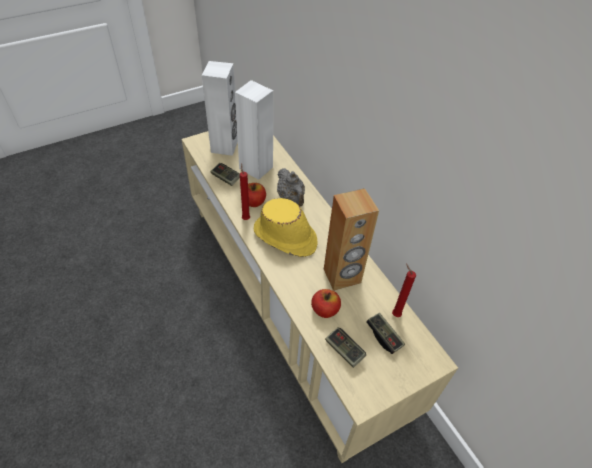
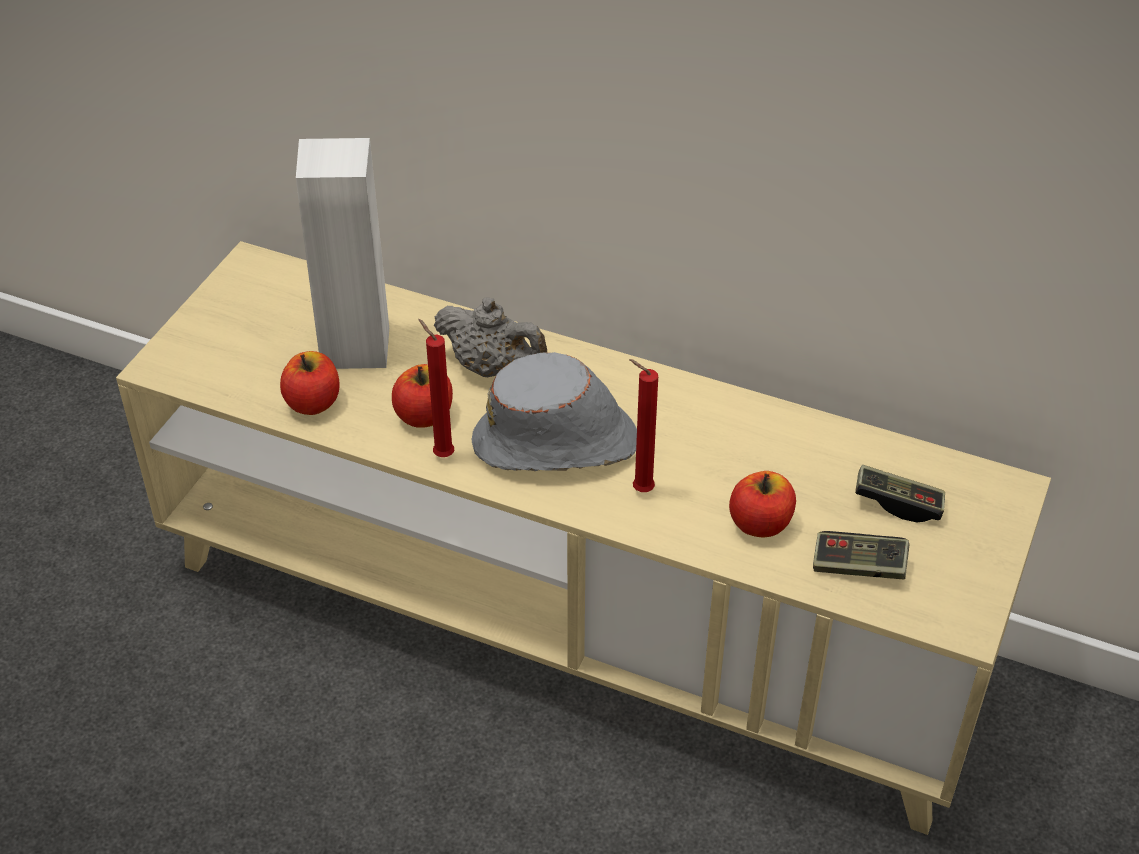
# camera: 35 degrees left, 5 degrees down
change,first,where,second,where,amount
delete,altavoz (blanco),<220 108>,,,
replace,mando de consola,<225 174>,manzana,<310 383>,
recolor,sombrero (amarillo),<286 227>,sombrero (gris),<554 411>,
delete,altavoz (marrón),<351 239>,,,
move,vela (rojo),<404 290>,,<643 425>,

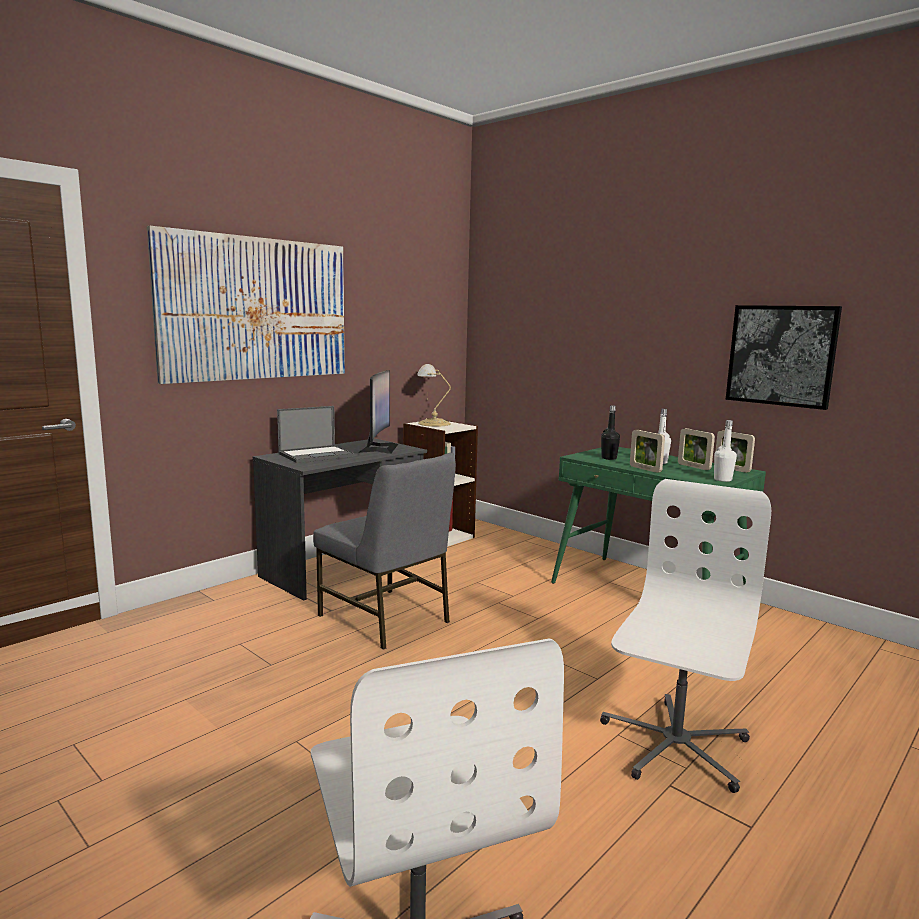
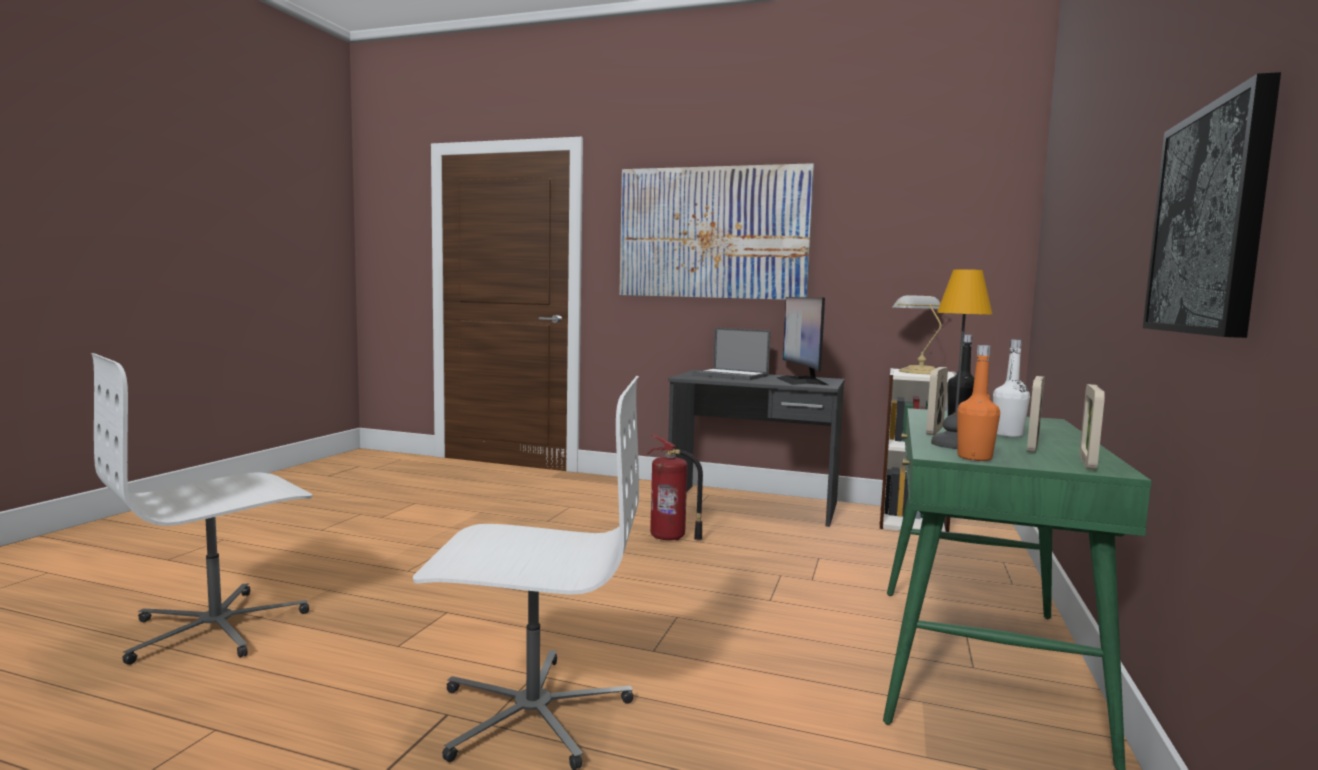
# camera: 65 degrees right, 5 degrees down
change,first,where,second,where,amount
replace,silla (gris),<384 551>,extintor,<675 487>,
rotate,monitor,<378 412>,,<802 341>,105 degrees clockwise
recolor,botella (blanco),<725 451>,botella (naranja),<978 403>,
insert,,,lámpara de mesa,<962 359>,

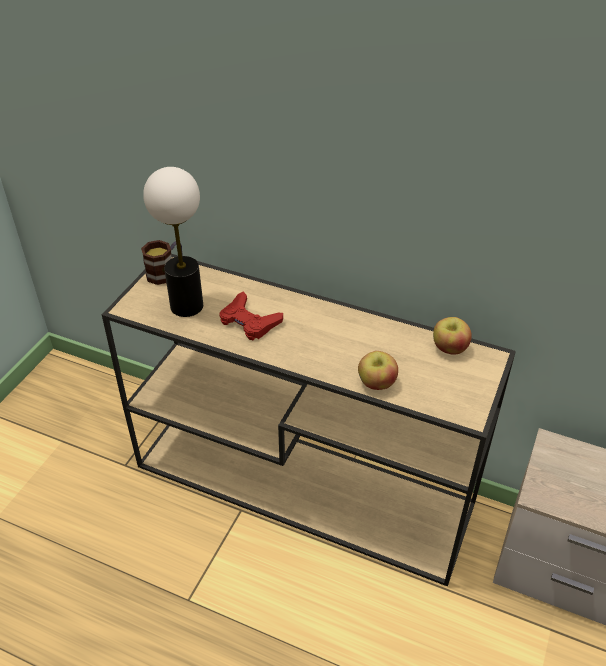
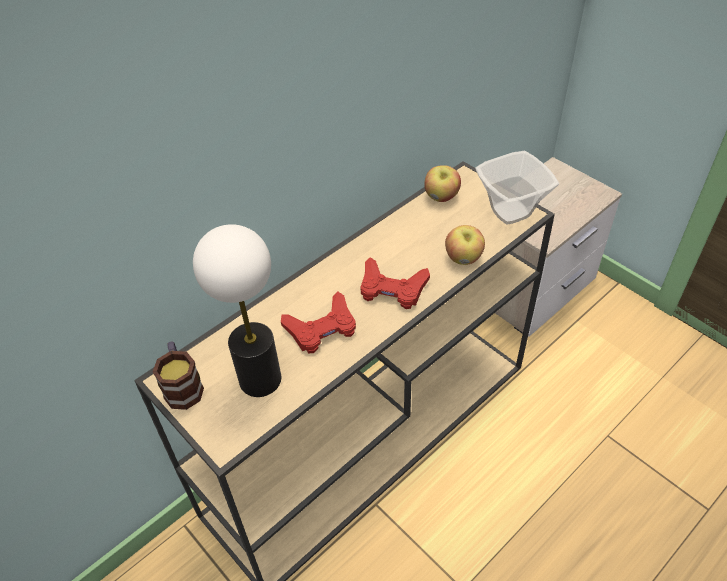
# camera: 65 degrees left, 5 degrees up
change,first,where,second,where,amount
insert,,,mando de consola (rojo),<395 283>,
insert,,,cuenco,<517 187>,

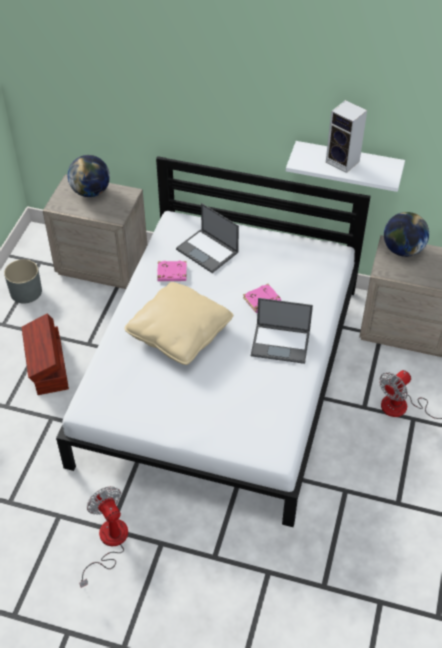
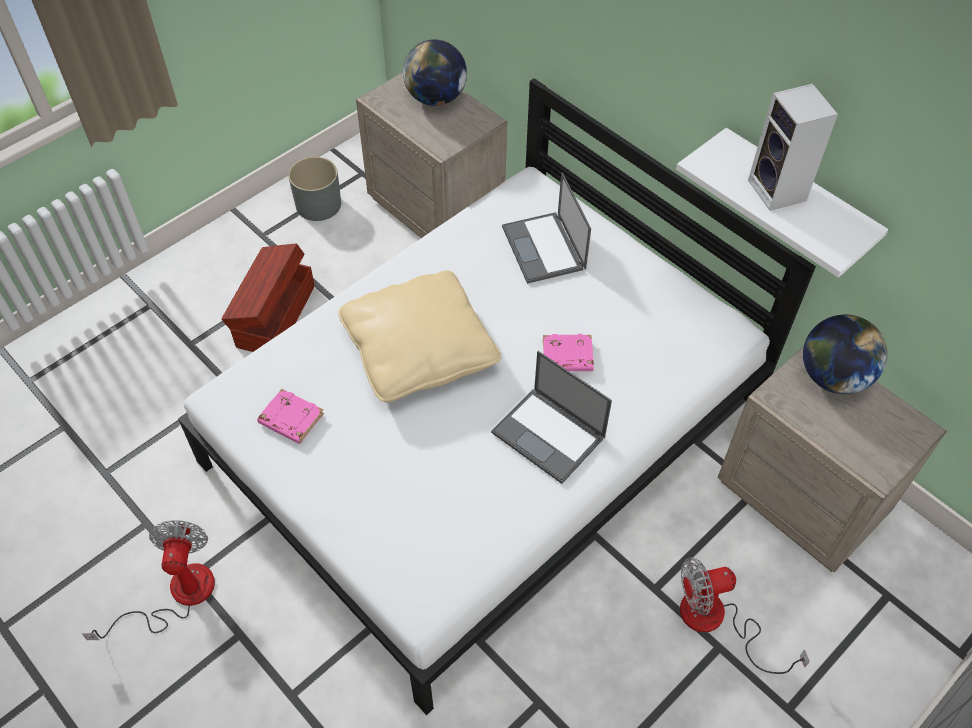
# camera: 30 degrees right, 5 degrees up
change,first,where,second,where,amount
move,libro (rosa),<172 271>,,<290 416>,

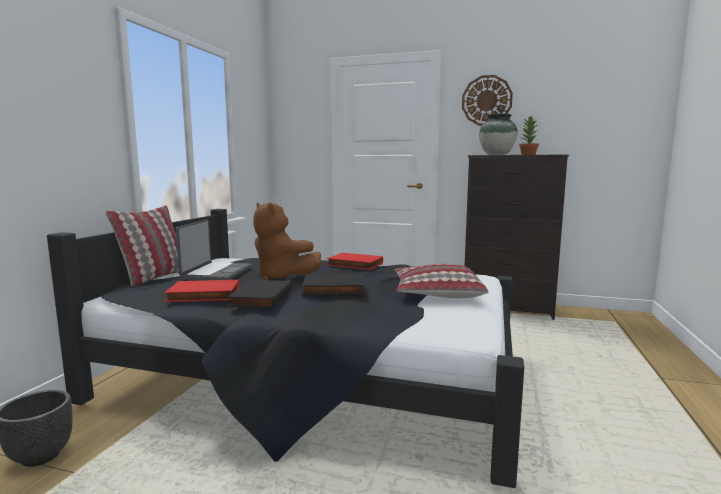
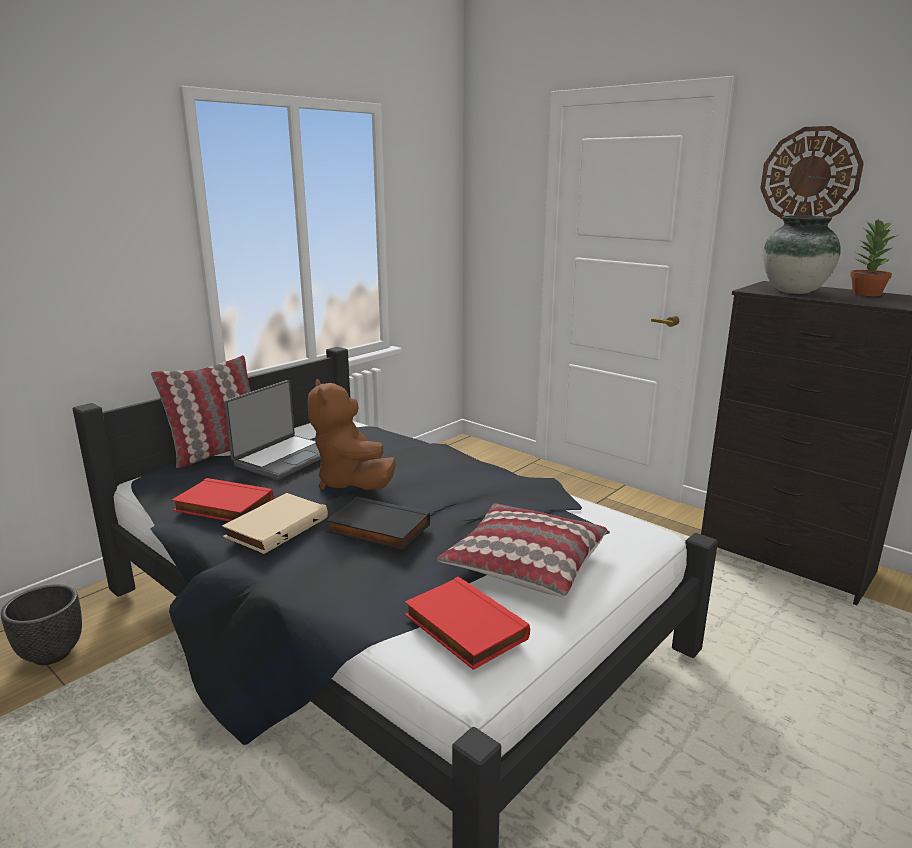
# camera: 25 degrees right, 10 degrees up
change,first,where,second,where,amount
recolor,libro (negro),<260 294>,libro (beis),<275 523>,
move,libro (rojo),<355 261>,,<467 623>,

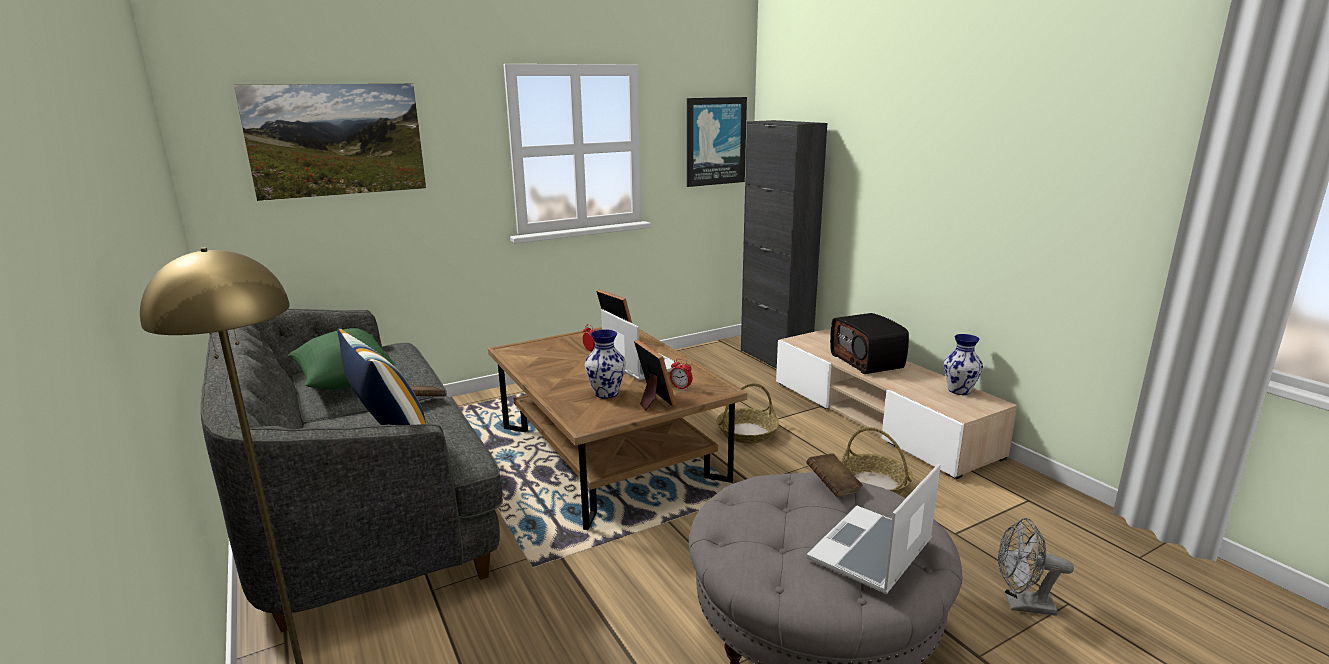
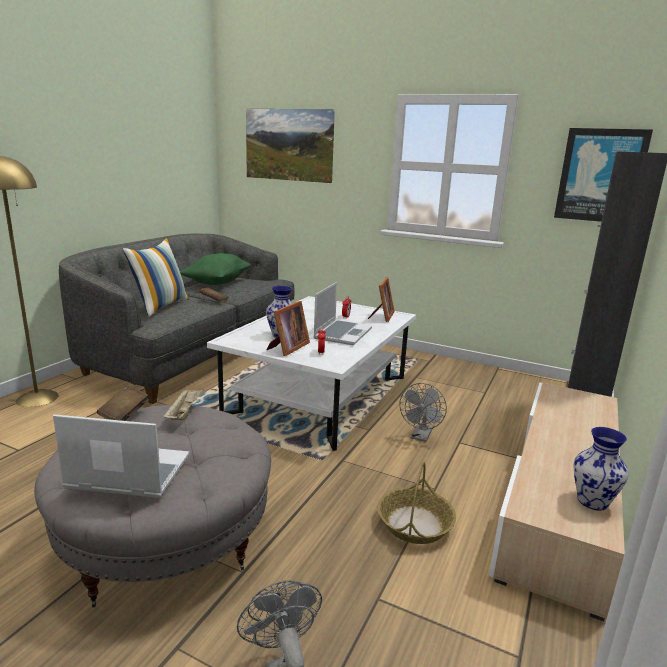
# camera: 55 degrees right, 0 degrees up
change,first,where,second,where,amount
recolor,mesa de centro (marrón),<617 428>,mesa de centro (blanco),<311 373>,
replace,cesta,<748 413>,ventilador (gris),<423 412>,
move,libro (marrón),<834 475>,,<123 403>,
delete,radio,<869 343>,,,
insert,,,bandeja (beis),<183 404>,

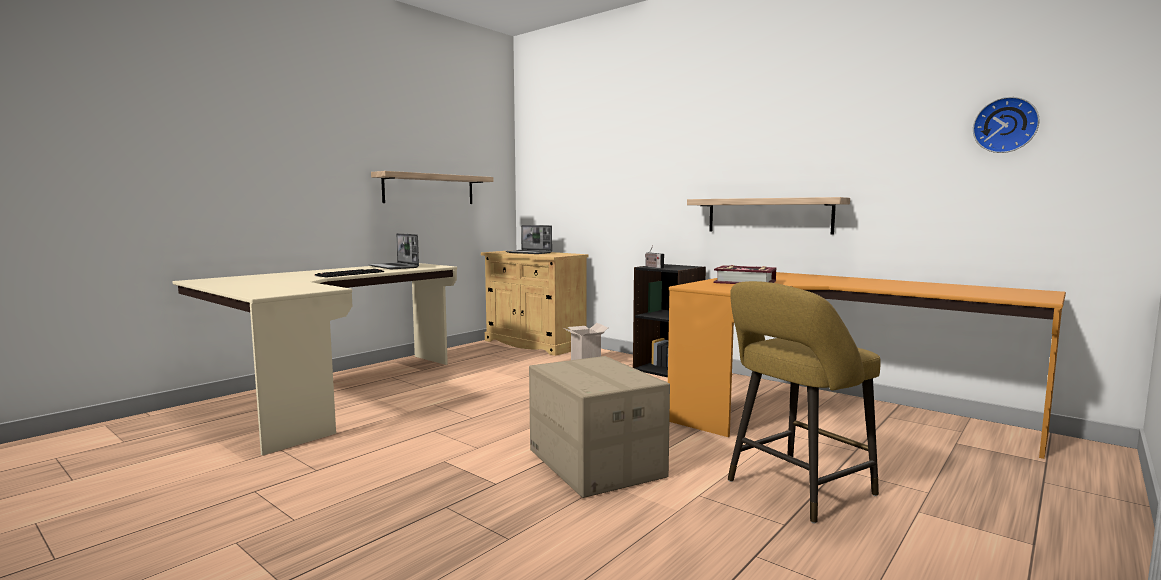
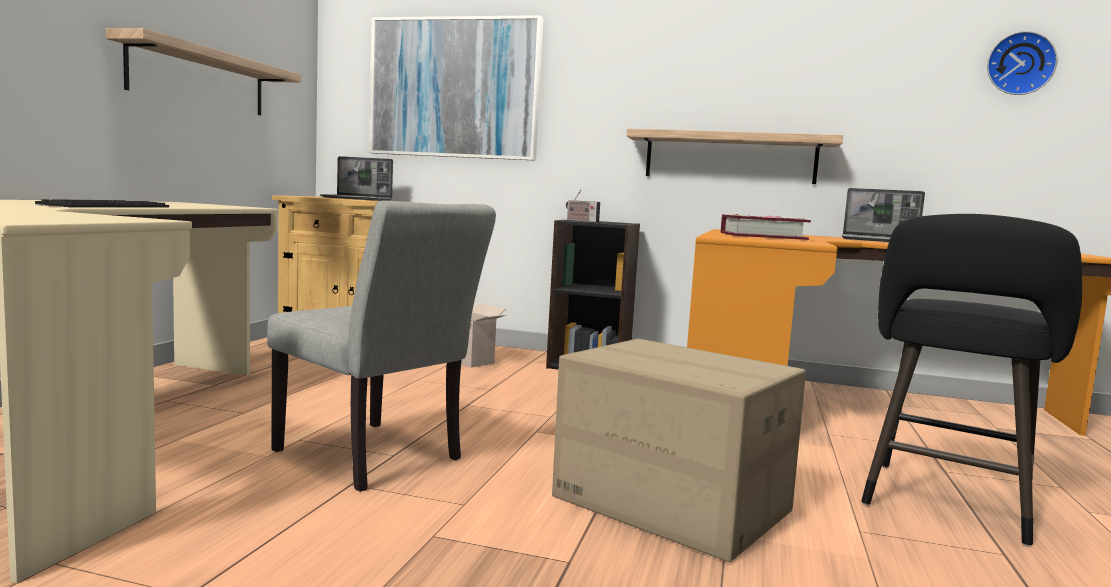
# camera: 25 degrees left, 0 degrees up
change,first,where,second,where,amount
move,portátil,<394 251>,,<883 215>,
recolor,taburete (amarillo),<804 402>,taburete (negro),<971 380>,
insert,,,silla (gris),<381 346>,
insert,,,cuadro,<456 88>,

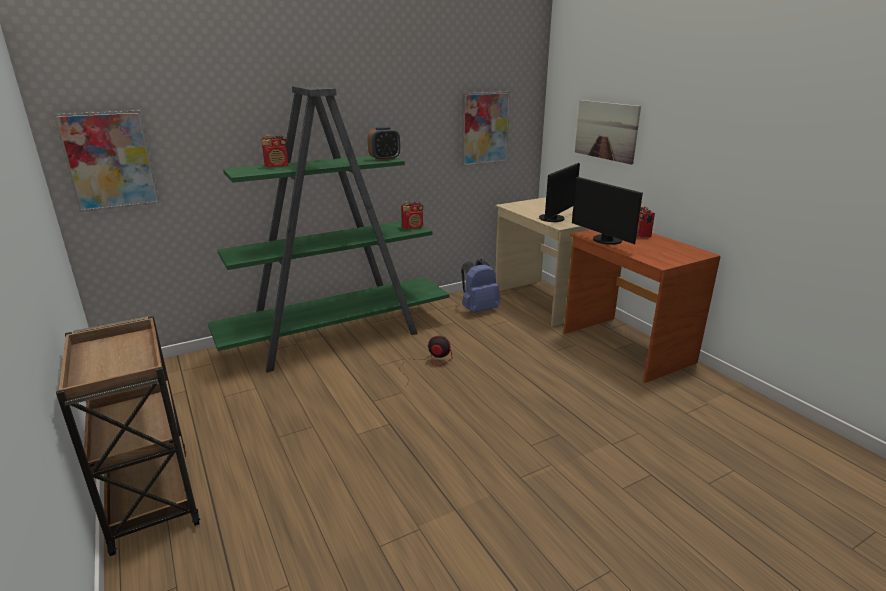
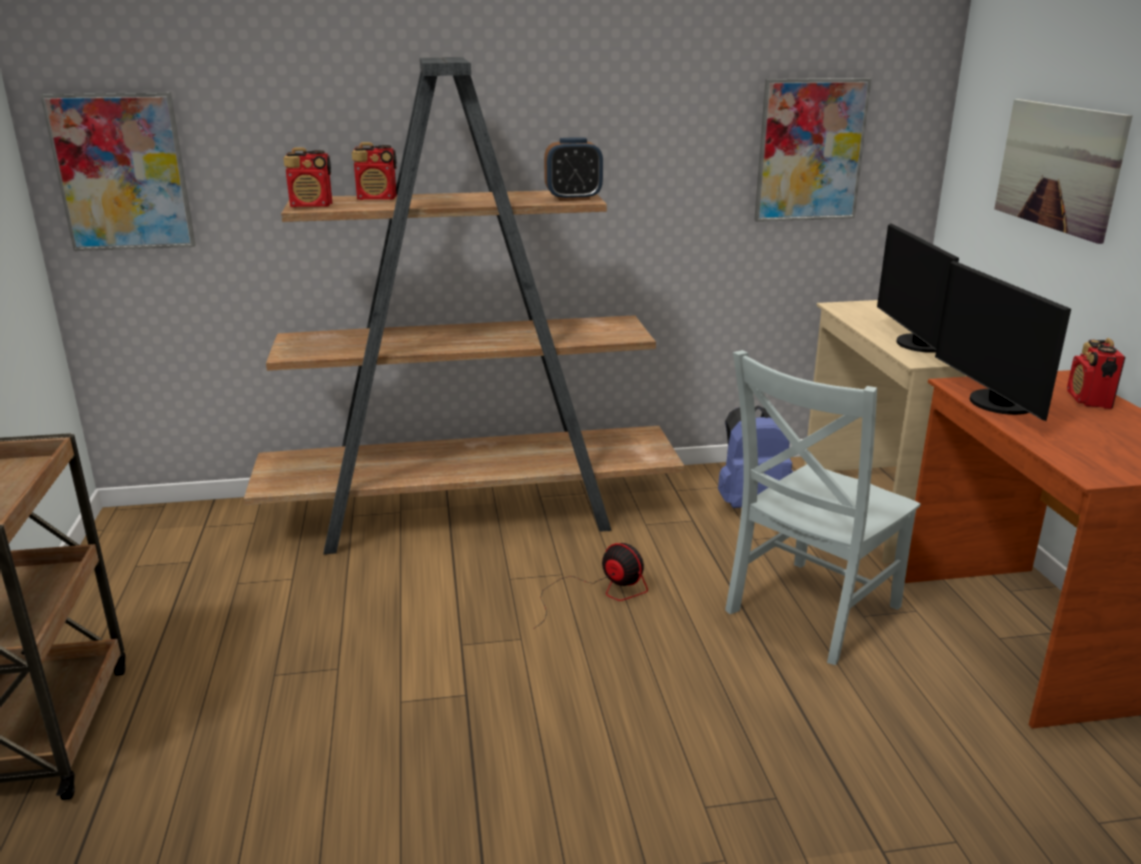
# camera: 20 degrees right, 0 degrees up
change,first,where,second,where,amount
recolor,estantería (verde),<328 228>,estantería (marrón),<464 306>,
move,radio,<412 215>,,<307 177>,
rotate,monitor,<559 192>,,<918 288>,120 degrees clockwise
insert,,,silla (gris),<823 507>,

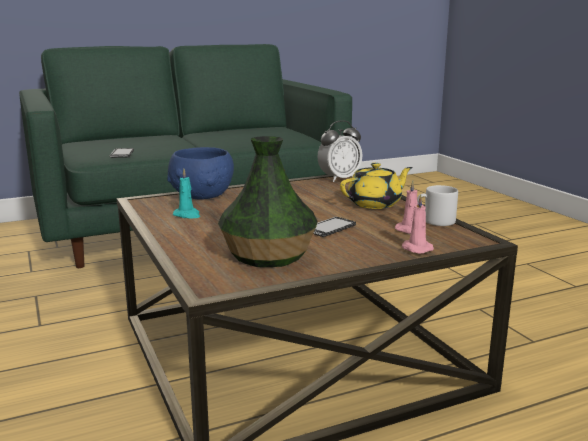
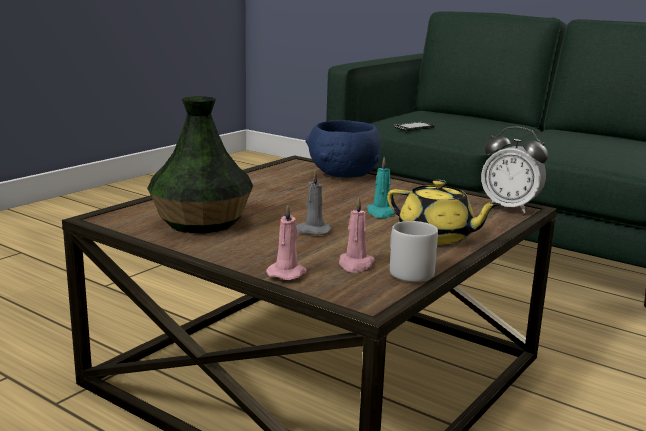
# camera: 60 degrees right, 0 degrees up
change,first,where,second,where,amount
move,vela (turquesa),<186 194>,,<381 187>,
replace,móvil,<334 227>,vela (gris),<314 202>,

